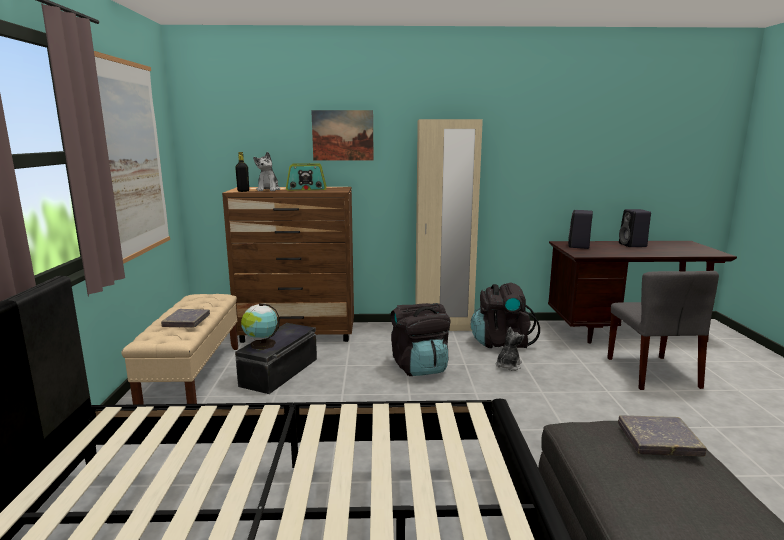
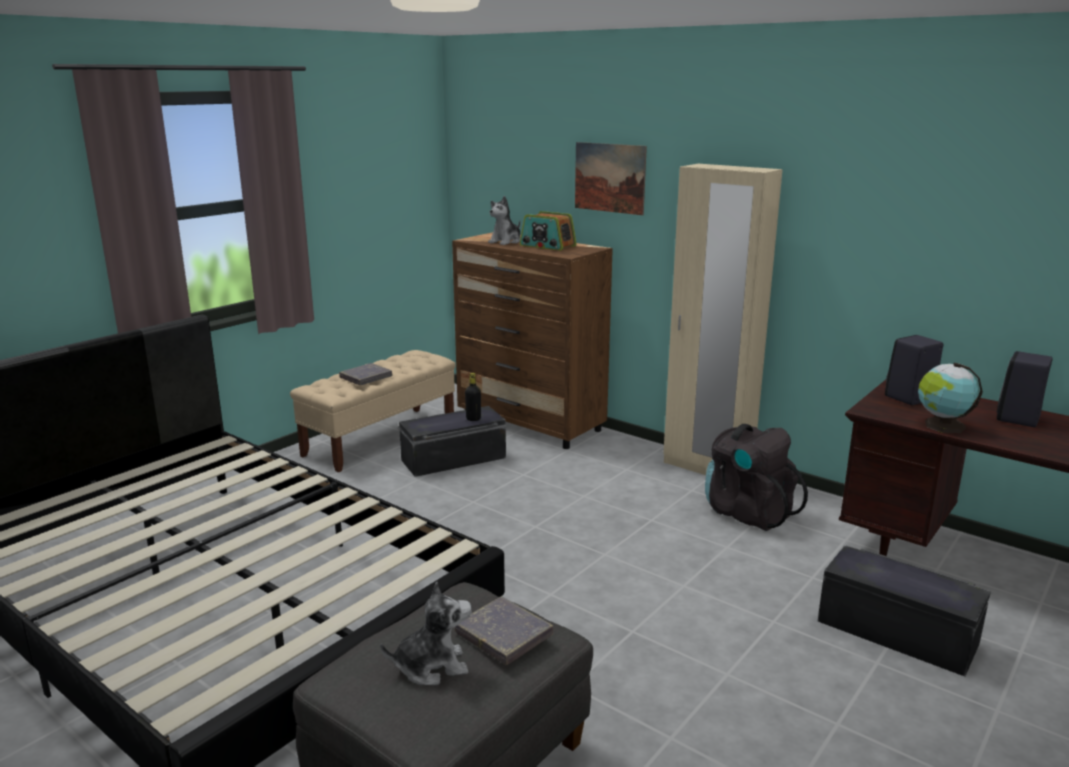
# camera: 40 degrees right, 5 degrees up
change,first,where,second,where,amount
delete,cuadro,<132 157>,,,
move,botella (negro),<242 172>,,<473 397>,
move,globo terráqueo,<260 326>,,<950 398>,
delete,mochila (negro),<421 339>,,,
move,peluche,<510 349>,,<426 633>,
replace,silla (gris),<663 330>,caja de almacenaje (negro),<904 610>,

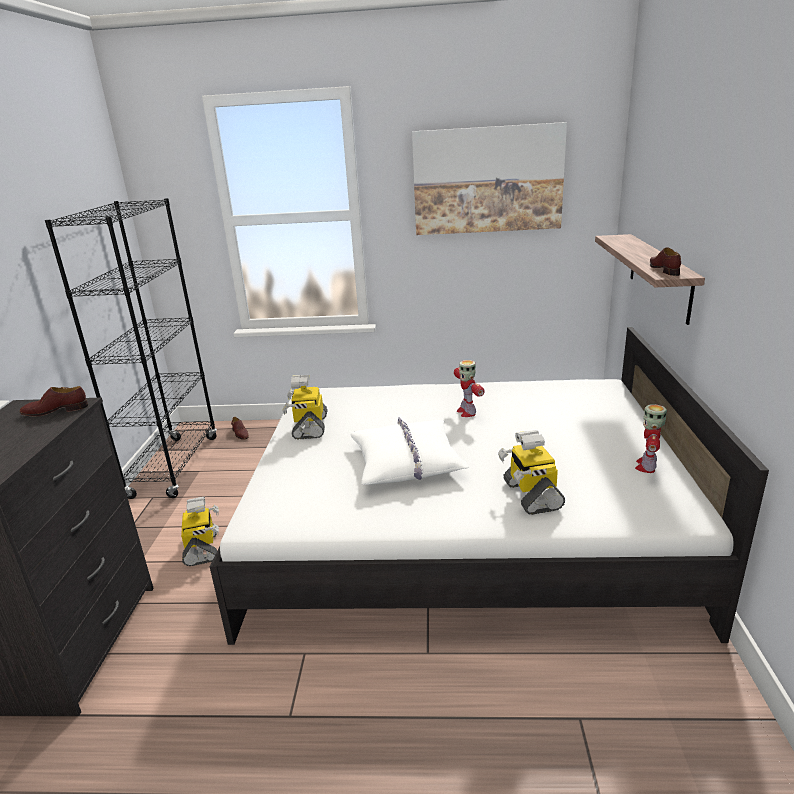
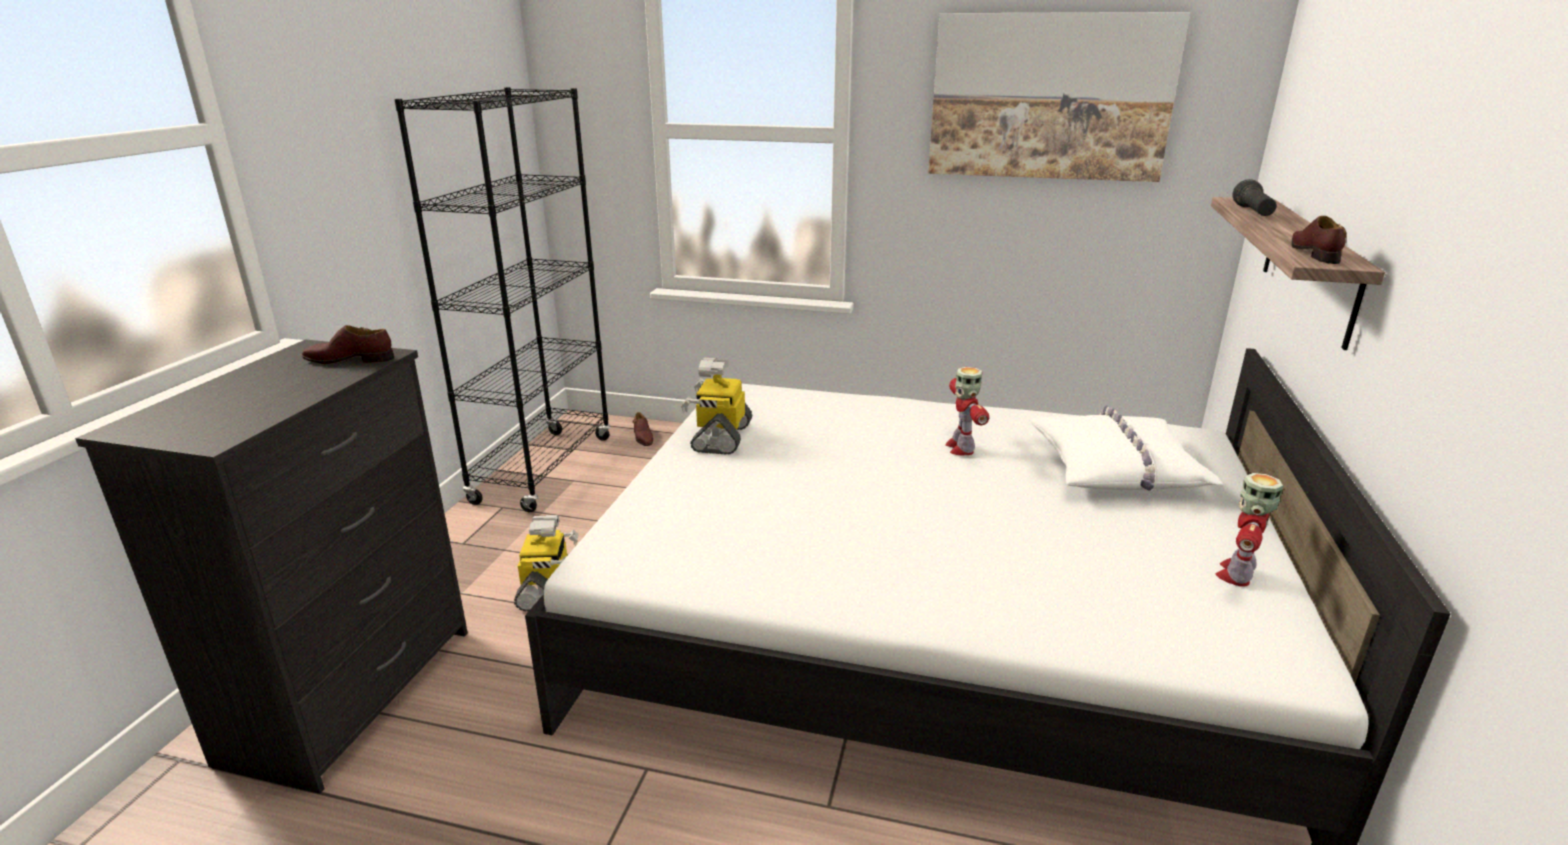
# camera: 10 degrees right, 0 degrees up
change,first,where,second,where,amount
move,cojín (blanco),<409 451>,,<1126 448>,
delete,robot de juguete,<531 472>,,,
insert,,,linterna (negro),<1254 197>,

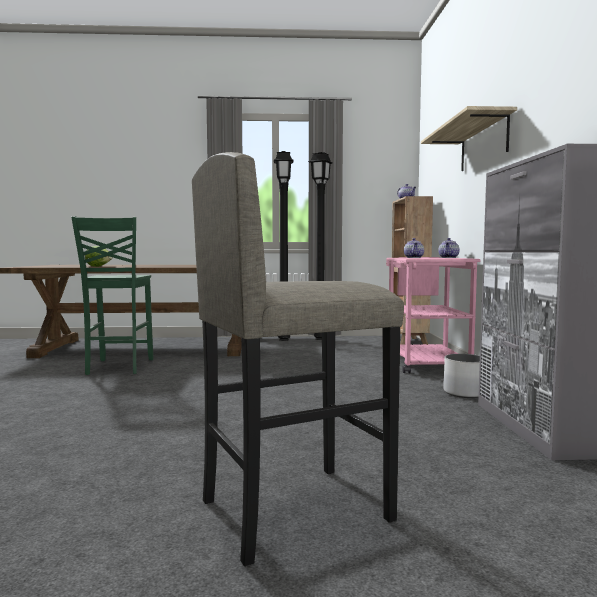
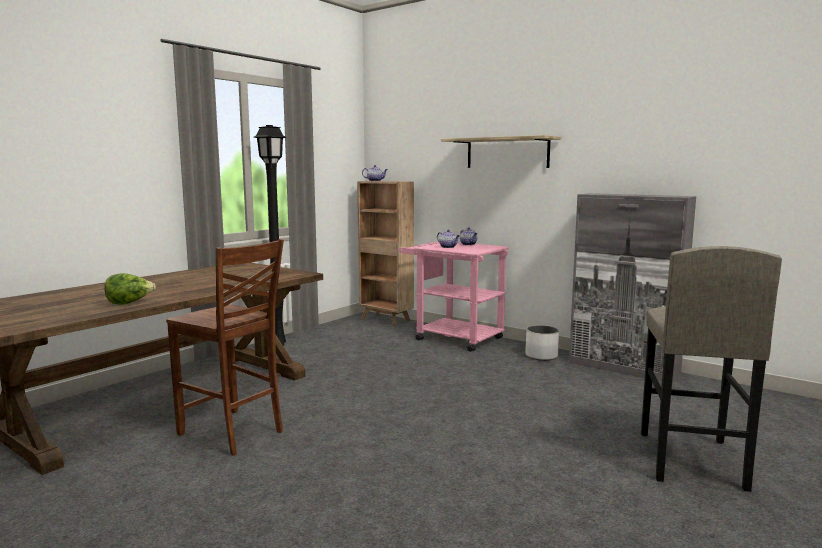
# camera: 50 degrees left, 5 degrees up
change,first,where,second,where,amount
recolor,silla (verde),<112 295>,silla (marrón),<225 347>,
delete,lámpara de pie (negro),<320 246>,,,

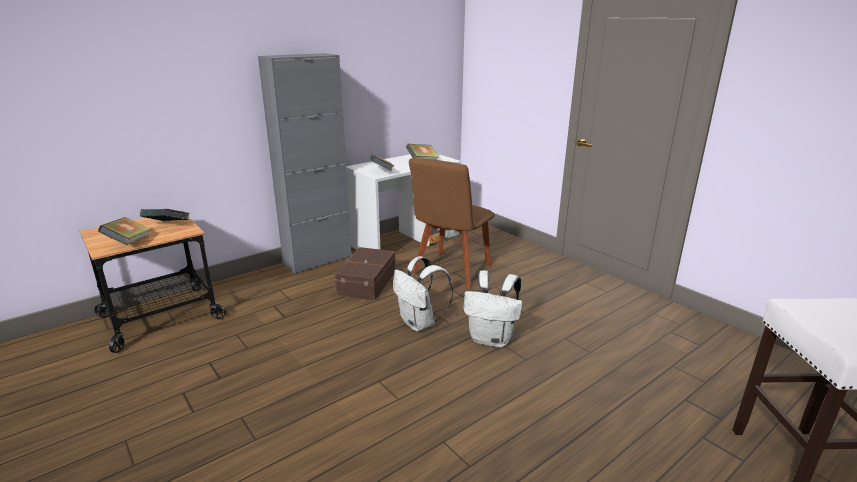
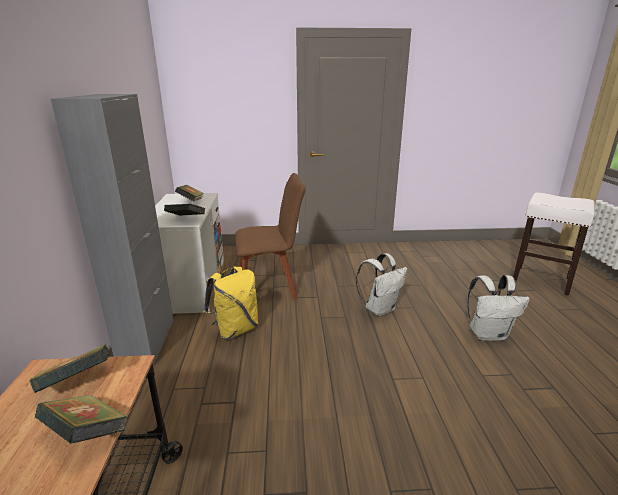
# camera: 55 degrees left, 0 degrees up
change,first,where,second,where,amount
replace,caja de almacenaje (marrón),<365 274>,mochila (amarillo),<231 302>,
move,mochila (blanco),<423 294>,,<498 308>,
rotate,silla (marrón),<452 223>,,<270 236>,75 degrees counterclockwise

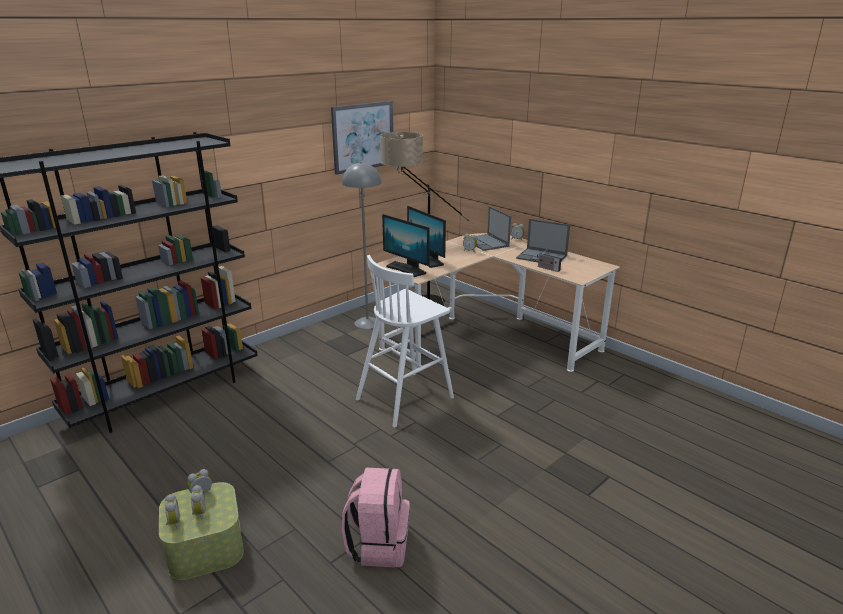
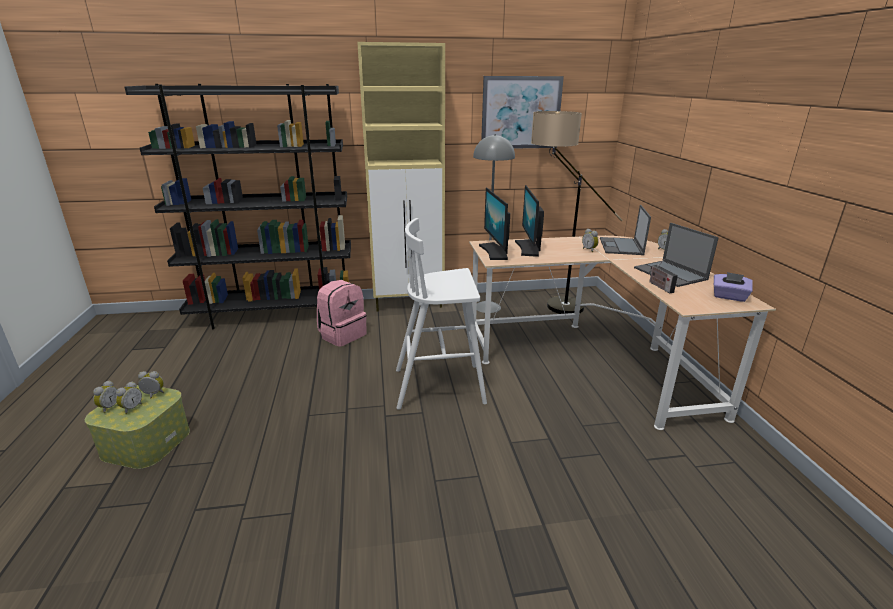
# camera: 35 degrees right, 0 degrees up
change,first,where,second,where,amount
move,mochila (rosa),<376 517>,,<342 313>,
insert,,,armario (beis),<401 177>,
insert,,,caja de pañuelos (morado),<733 287>,

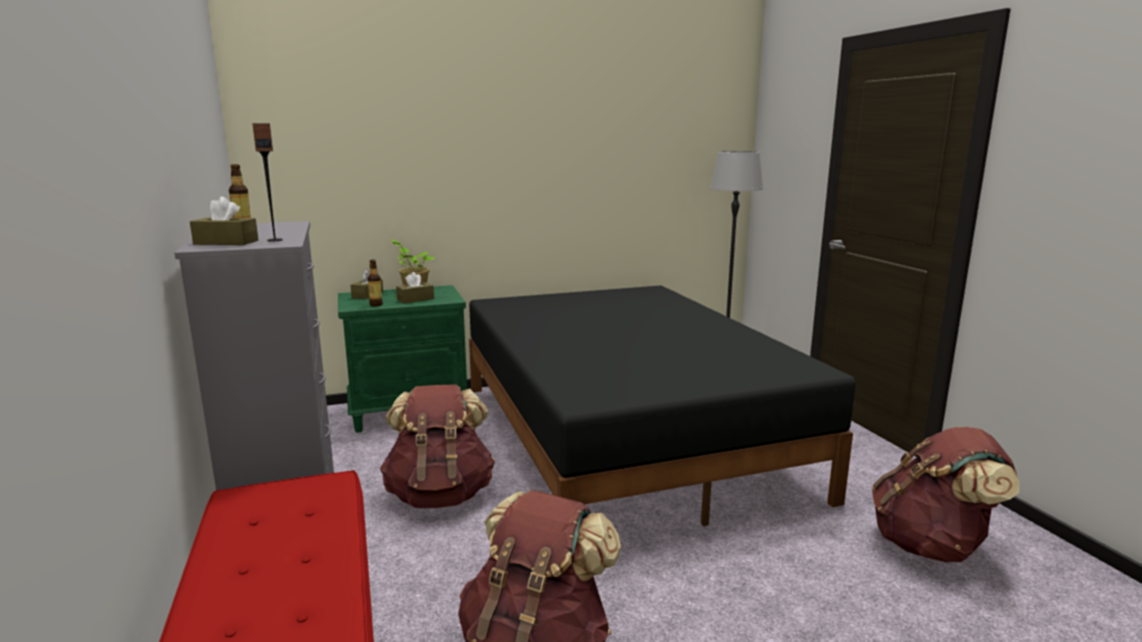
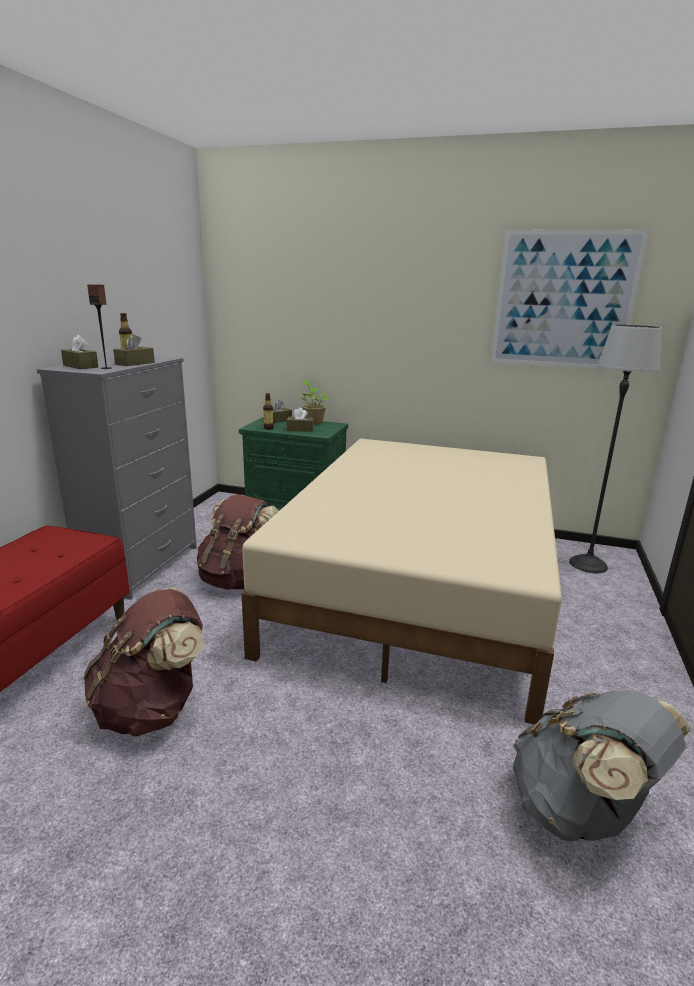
# camera: 35 degrees right, 5 degrees up
change,first,where,second,where,amount
recolor,cama (negro),<662 405>,cama (beis),<402 582>,
recolor,mochila (marrón),<945 494>,mochila (gris),<601 766>,
insert,,,caja de pañuelos (marrón),<134 350>,
insert,,,cuadro,<570 299>,

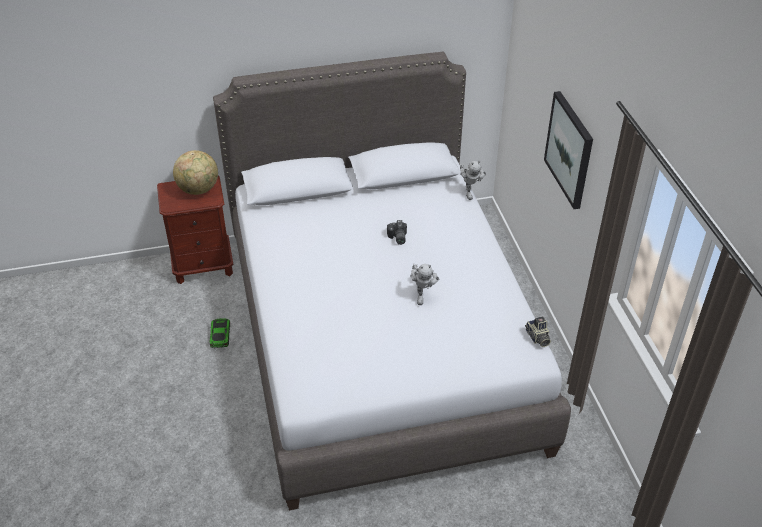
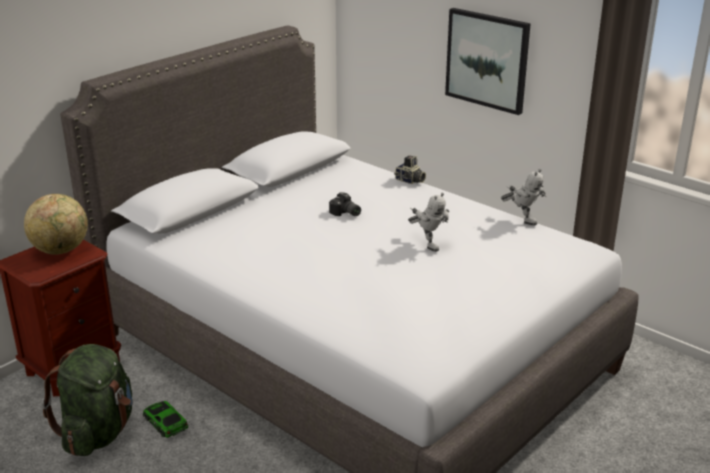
# camera: 35 degrees left, 15 degrees down
change,first,where,second,where,amount
move,robot de juguete,<473 180>,,<524 197>,
move,cámara,<538 331>,,<410 169>,
insert,,,mochila (verde),<87 400>,

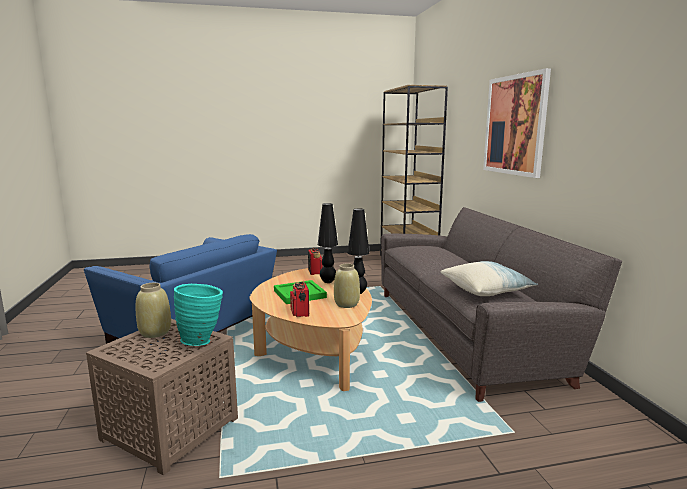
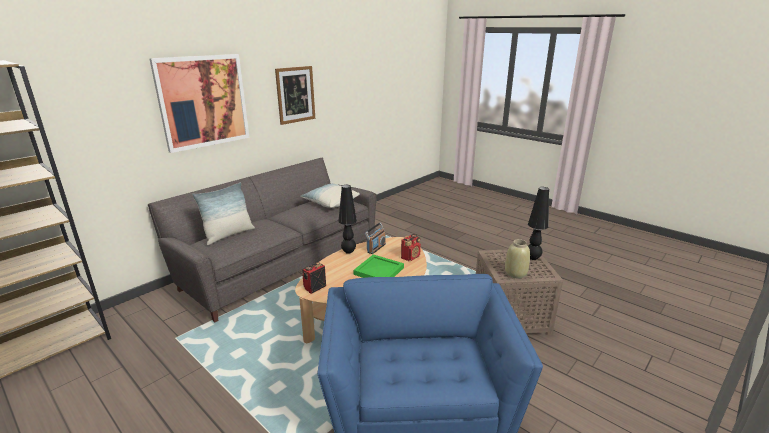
# camera: 125 degrees left, 10 degrees up
change,first,where,second,where,amount
delete,florero (turquesa),<198 315>,,,
move,lámpara de mesa (negro),<328 243>,,<538 223>,
replace,florero (beis),<347 285>,radio,<375 238>,
insert,,,cojín,<223 213>,
insert,,,cuadro,<295 95>,

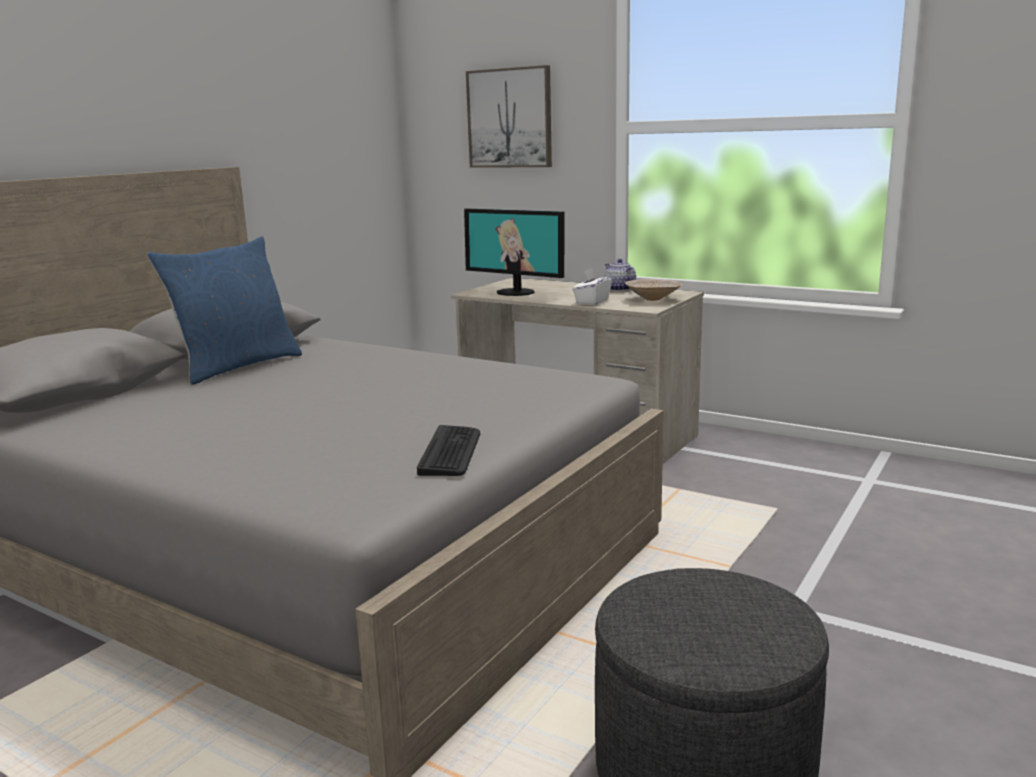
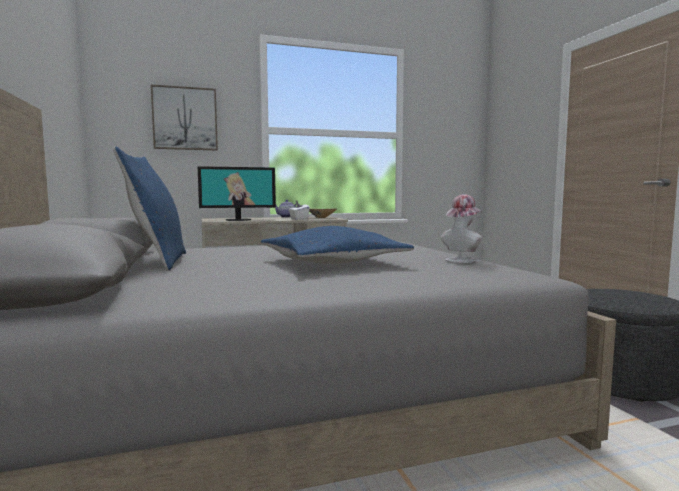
# camera: 50 degrees left, 10 degrees down
change,first,where,second,where,amount
replace,teclado,<448 450>,sombrero,<461 228>,
insert,,,cojín (azul),<337 245>,

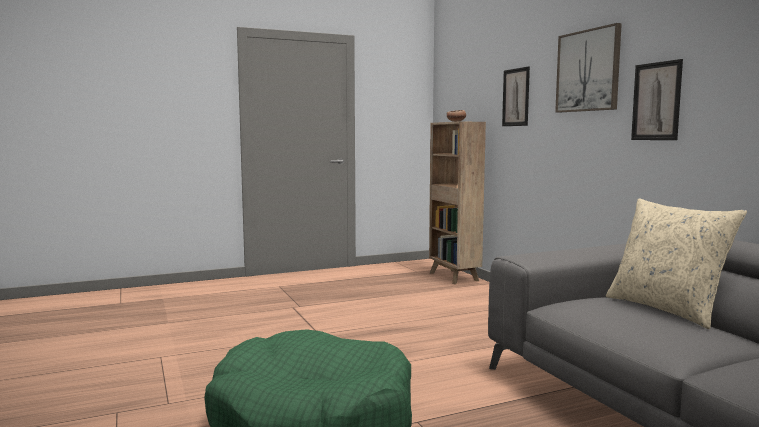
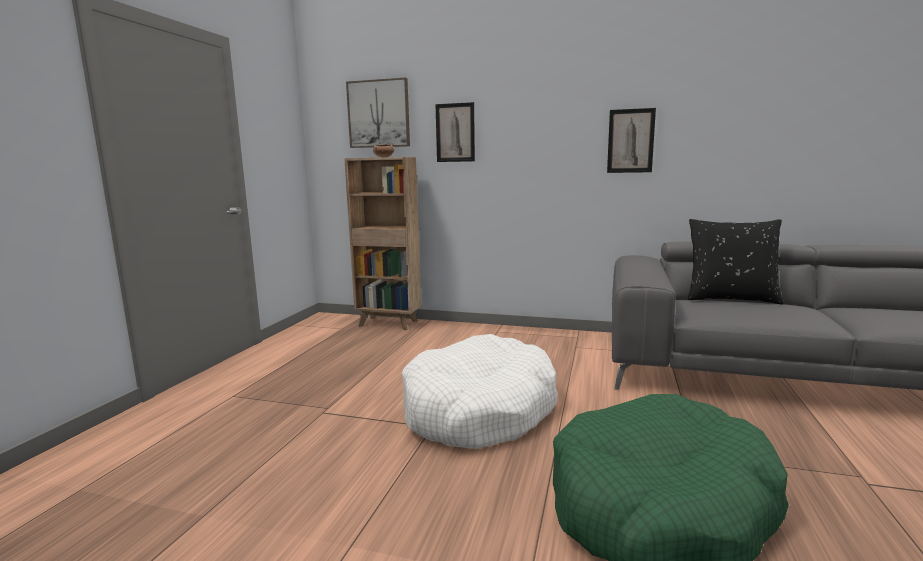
# camera: 50 degrees left, 5 degrees up
change,first,where,second,where,amount
move,cuadro,<588 68>,,<378 113>,
recolor,cojín (beis),<676 264>,cojín (negro),<736 261>,
insert,,,cama para perro (blanco),<480 391>,

